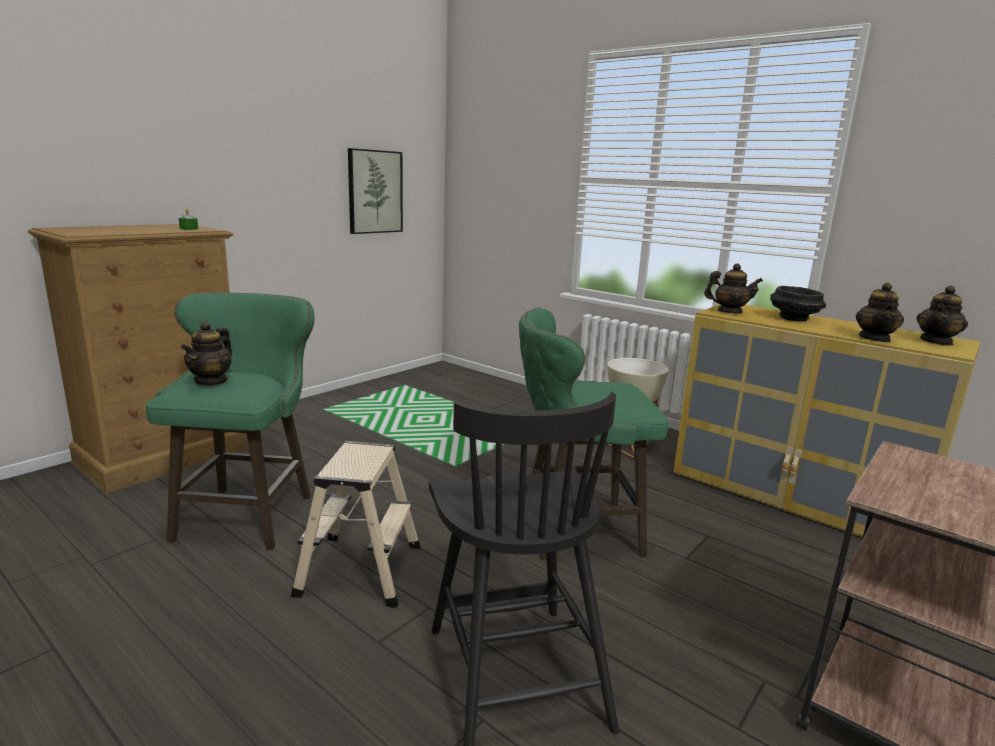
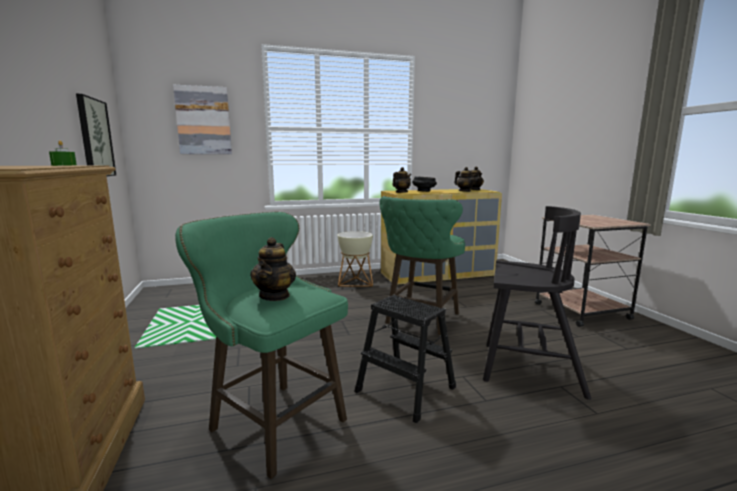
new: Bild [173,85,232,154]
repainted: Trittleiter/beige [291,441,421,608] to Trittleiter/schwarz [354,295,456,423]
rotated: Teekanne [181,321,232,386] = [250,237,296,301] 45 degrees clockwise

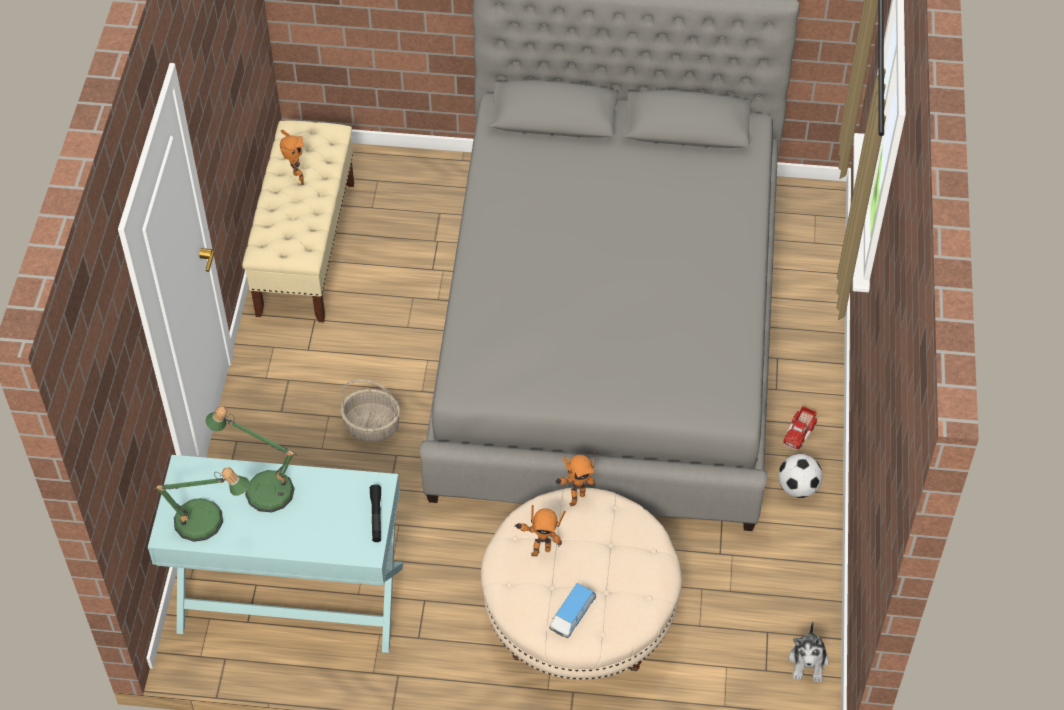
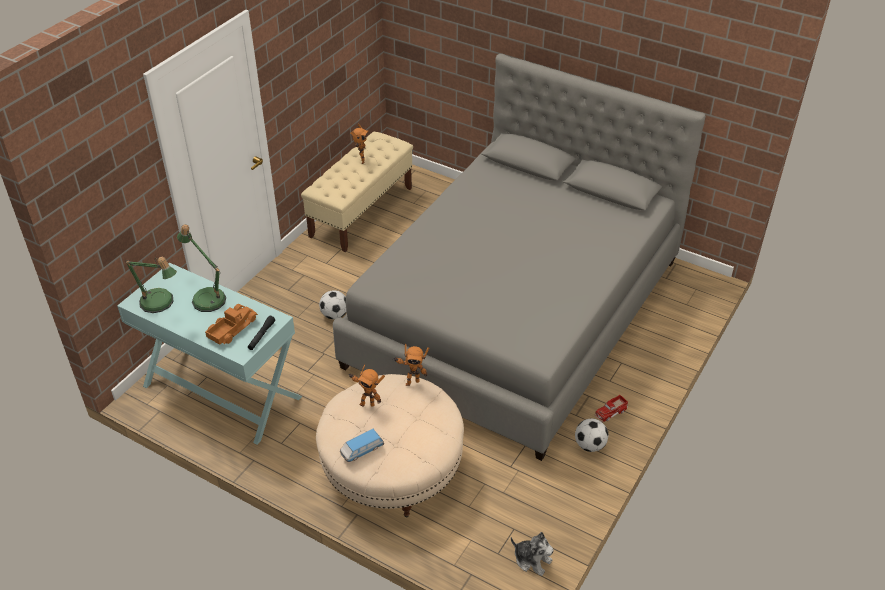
new: Spielzeuglaster [205,304,258,345]
swapped: Korb [340,379,400,442] to Fußball [319,290,347,319]
rotated: Plüschtier [789,622,829,683] = [511,532,554,576] 90 degrees counterclockwise

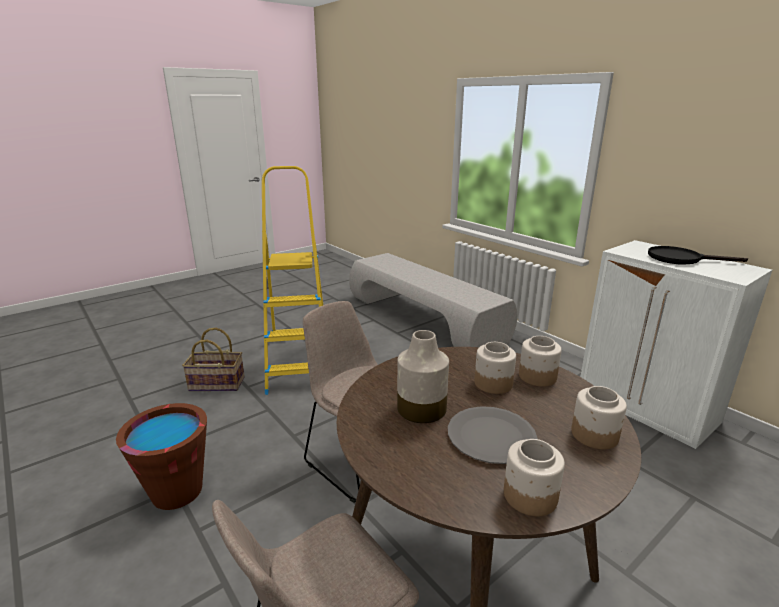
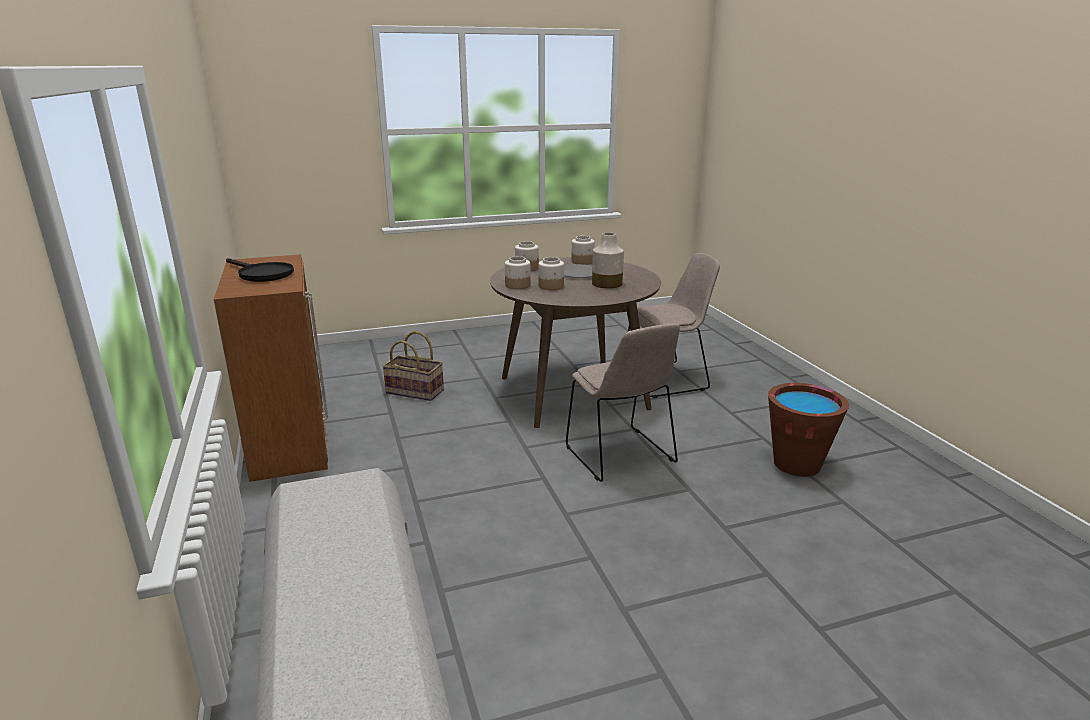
gone: Trittleiter/gelb [262,166,323,395]
shifted: Korb [182,328,245,391] to [382,331,444,401]
repainted: Schrank/weiß [580,240,772,449] to Schrank/braun [213,254,328,482]

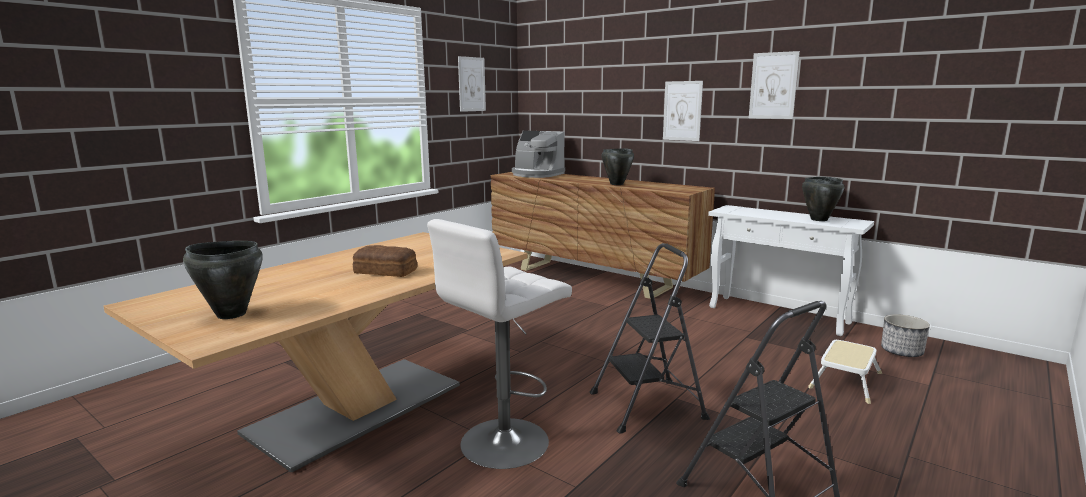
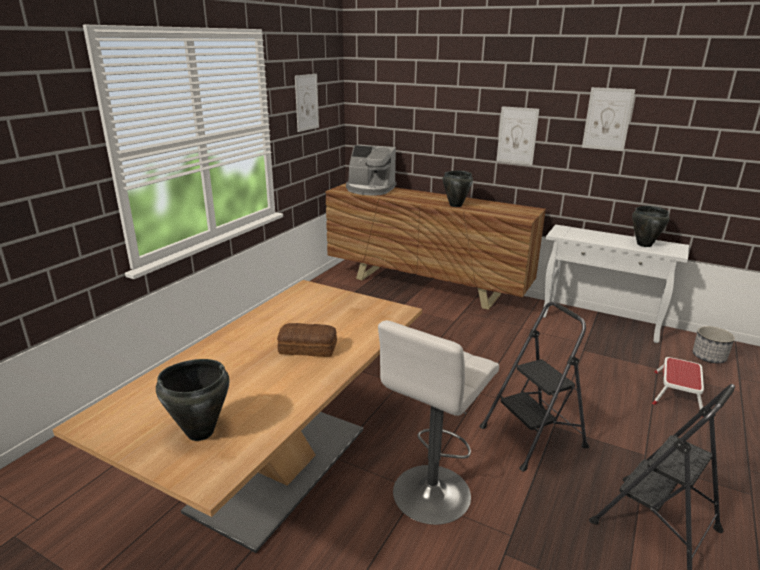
repainted: Trittleiter/beige [808,340,882,404] to Trittleiter/rot [652,357,704,417]

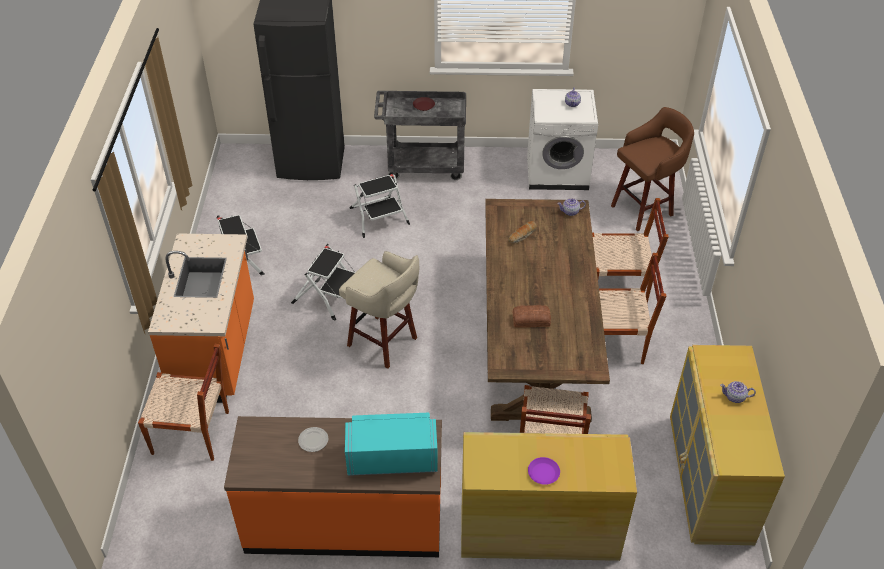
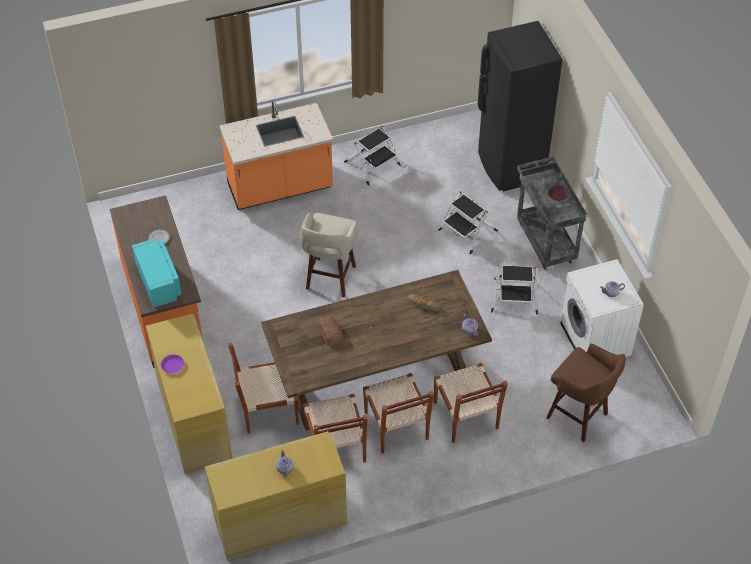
shifted: Trittleiter [291,244,355,321] to [491,265,538,314]; Stuhl [138,344,229,461] to [303,394,368,463]

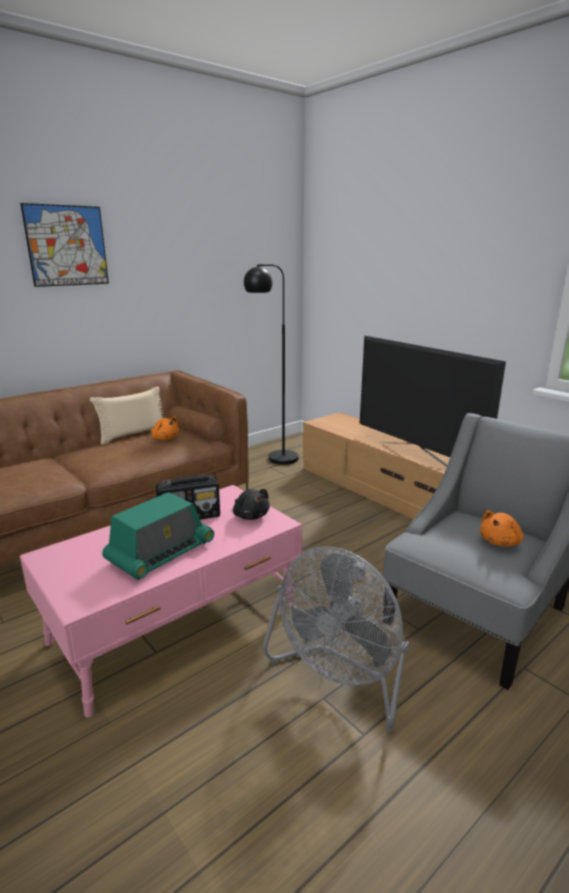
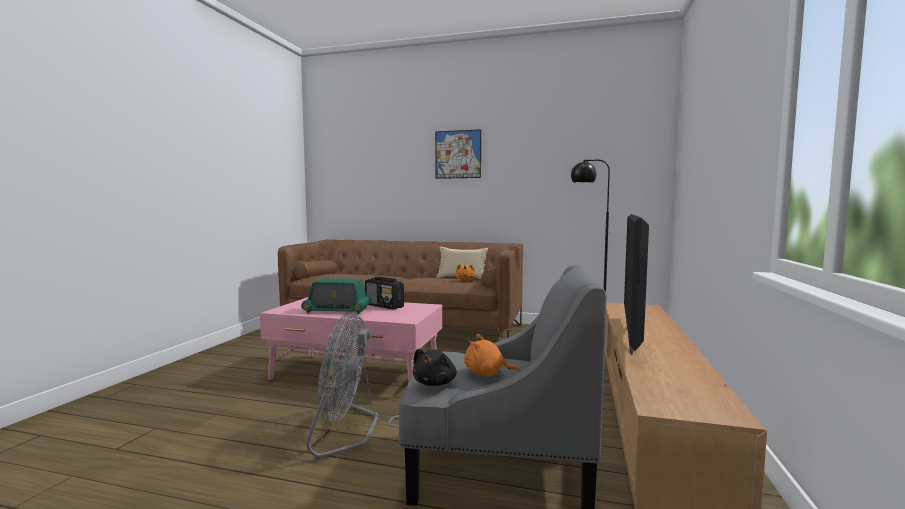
shifted: Plüschtier/schwarz [233,489,270,520] to [412,349,457,386]

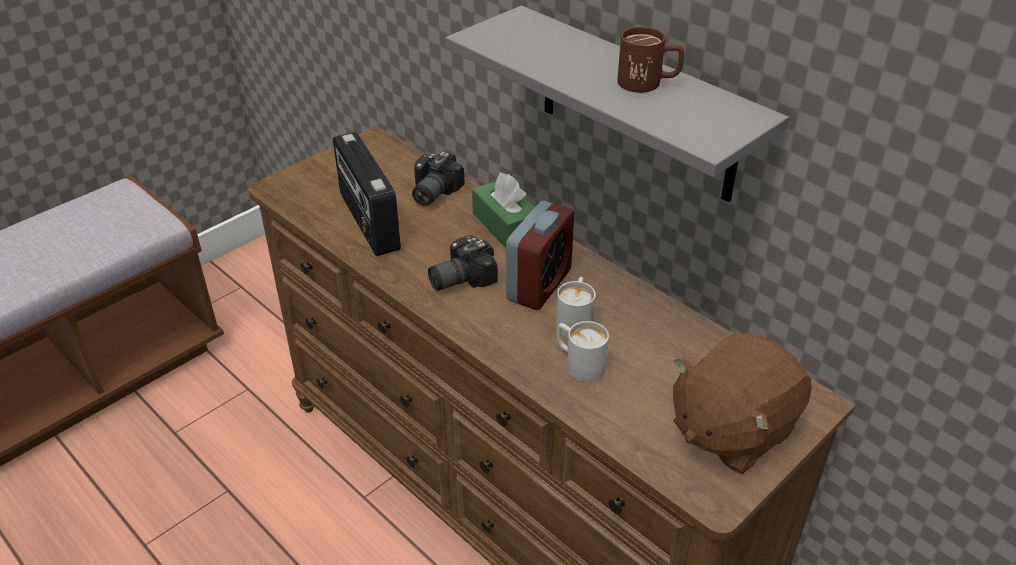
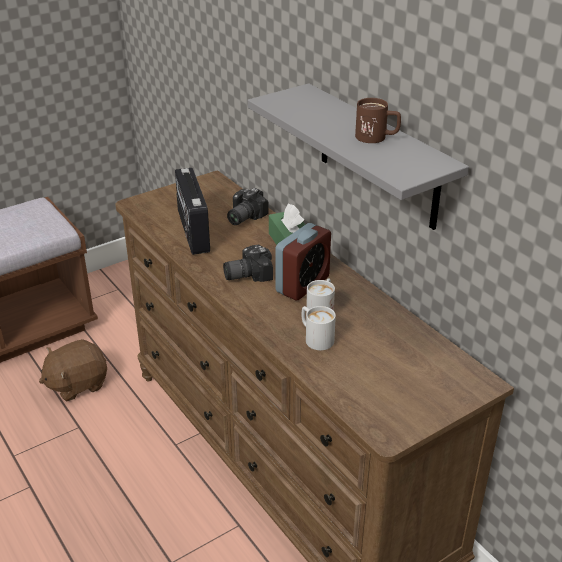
shifted: Plüschtier/braun [673,332,812,474] to [39,339,107,401]

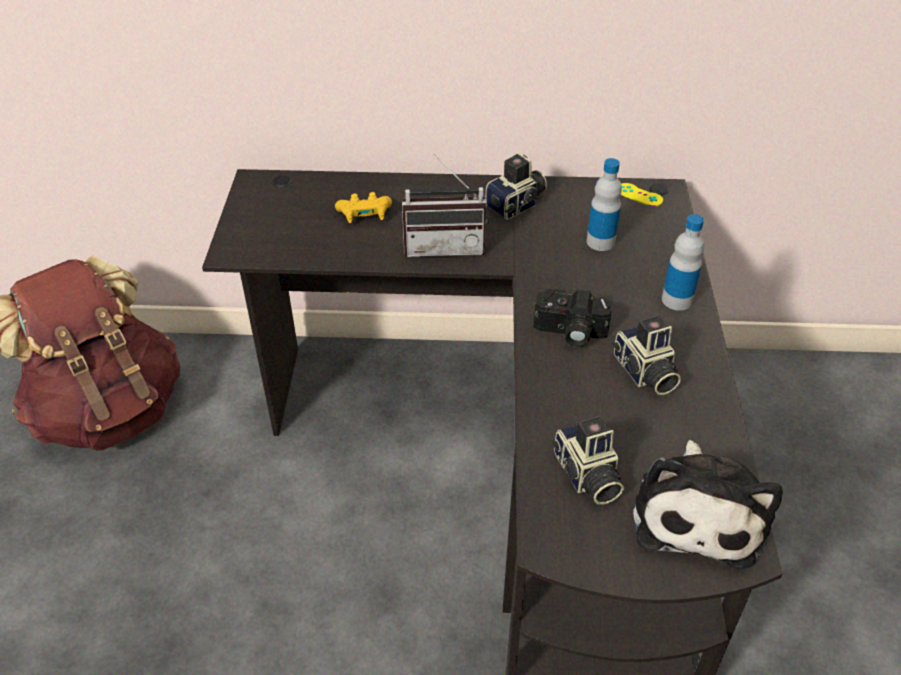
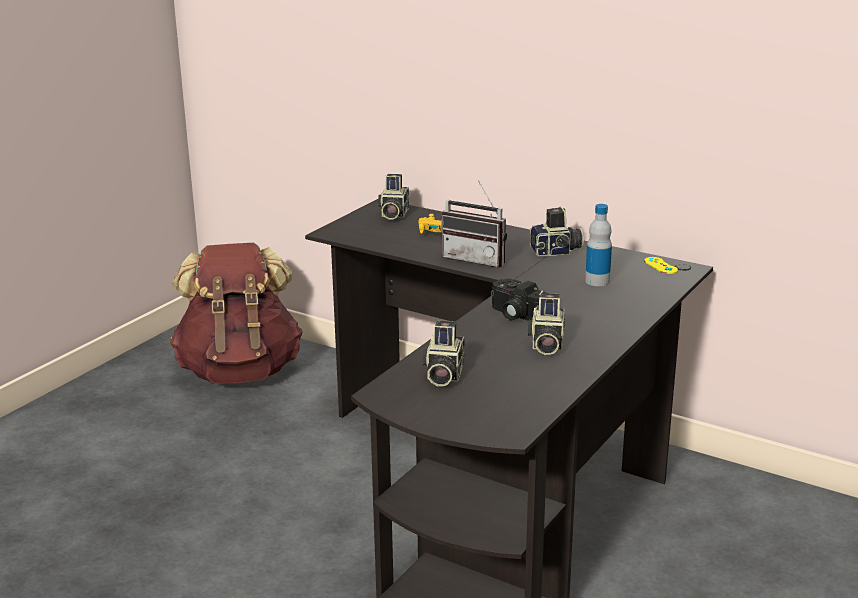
gone: Flasche [662,214,704,311]; Plüschtier [633,440,782,569]
new: Kamera [378,174,409,220]

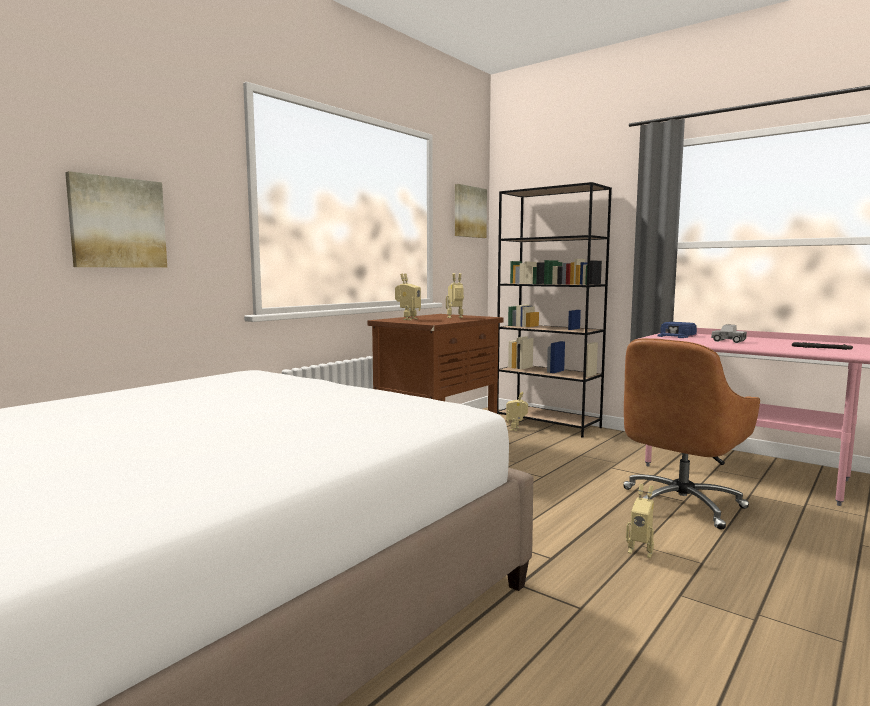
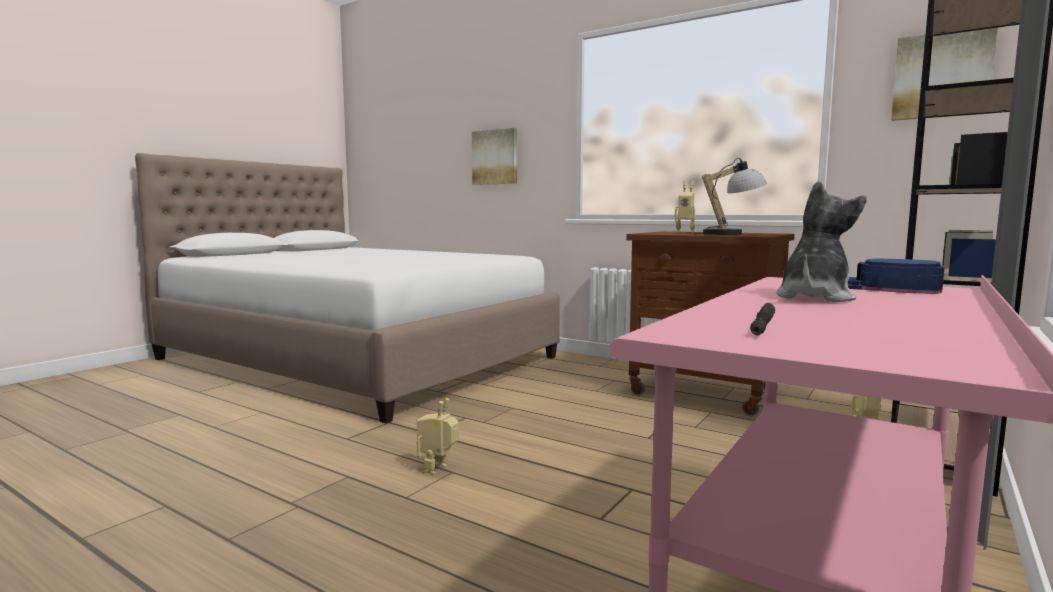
gone: Bürostuhl/braun [623,338,760,529]
swapped: Spielzeugroboter [446,273,464,318] to Tischlampe [695,158,767,235]; Spielzeuglaster [711,324,747,343] to Plüschtier [776,181,867,302]

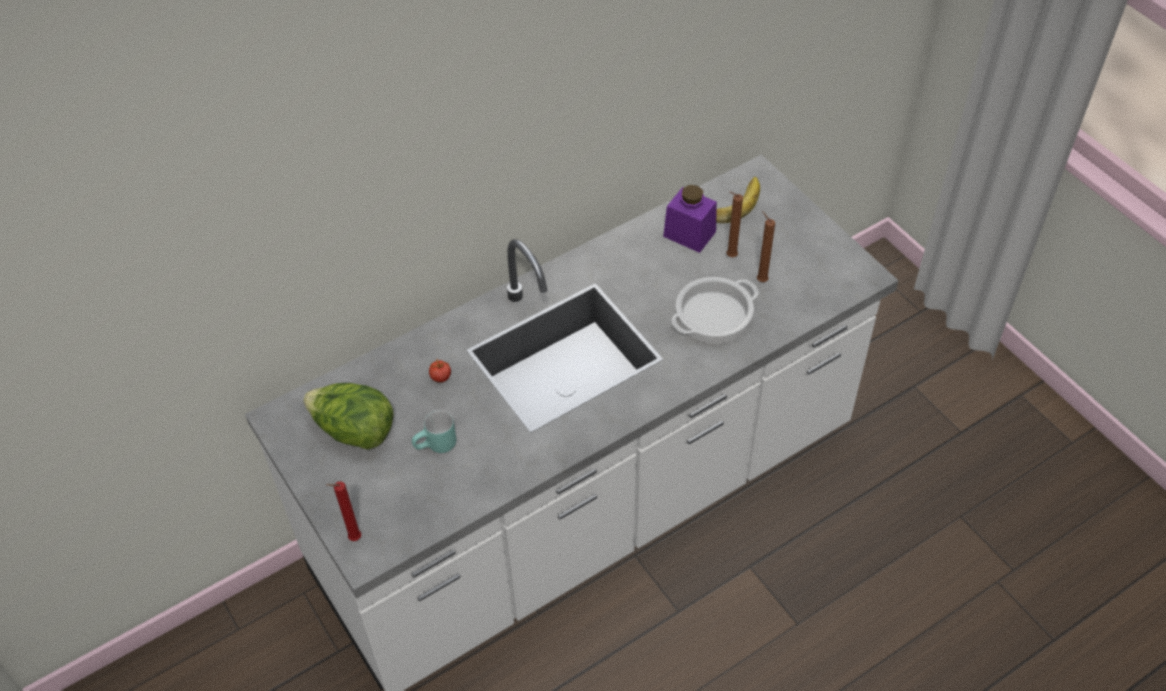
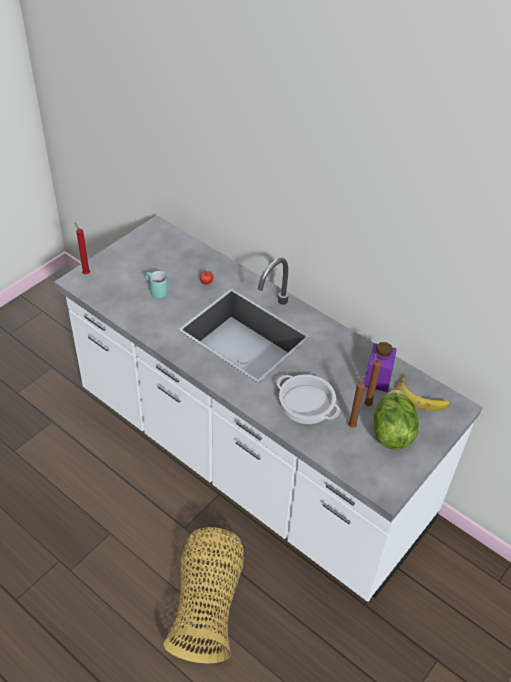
new: Korb [163,527,244,663]
shifted: Salatkopf [303,383,393,450] to [374,389,419,450]

